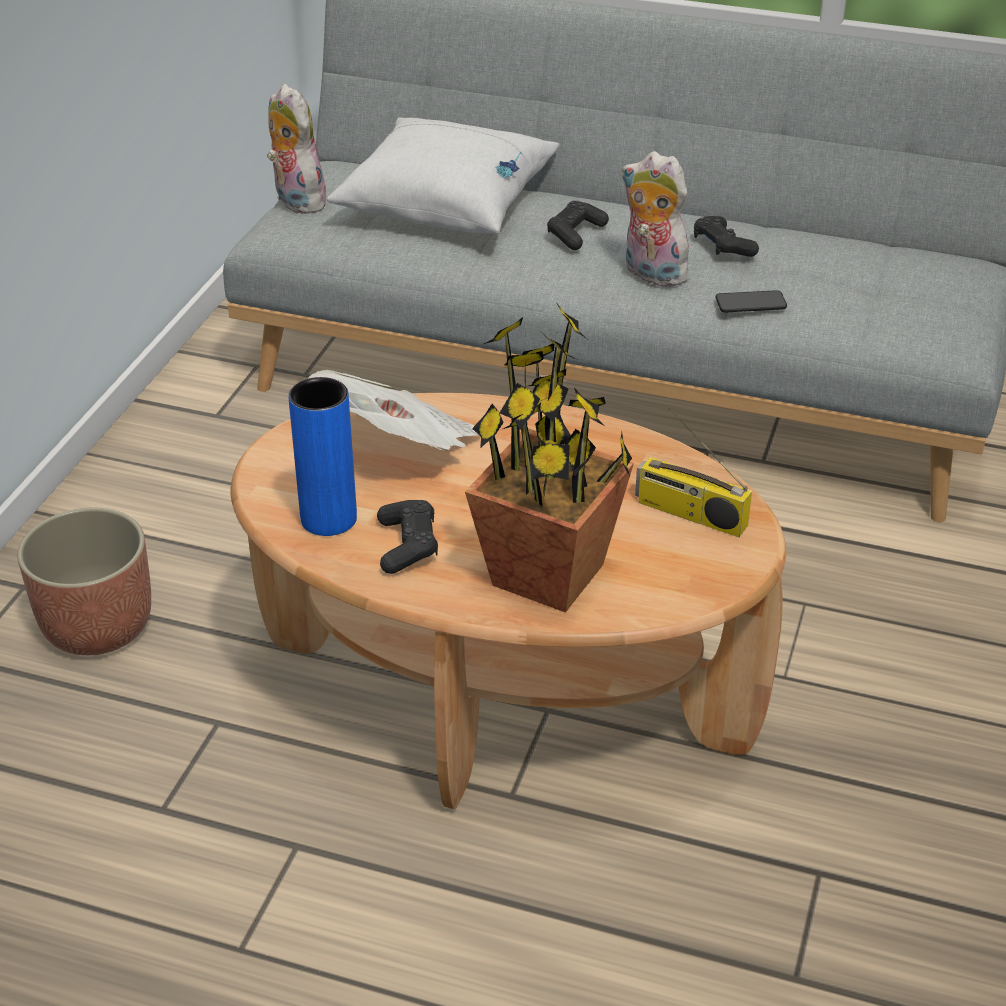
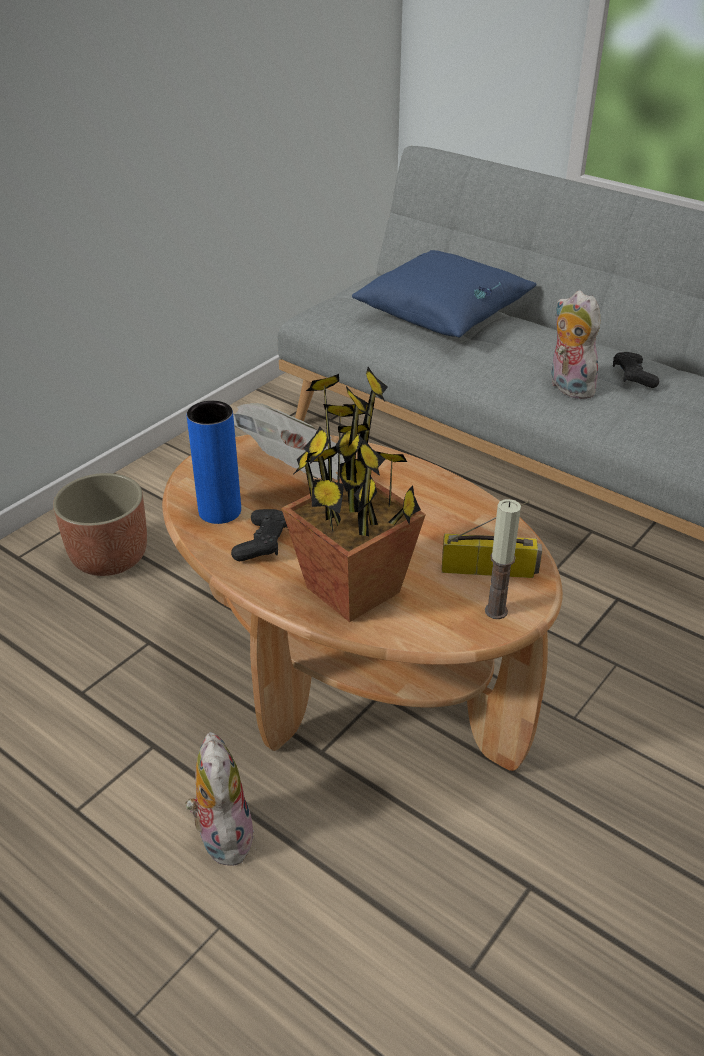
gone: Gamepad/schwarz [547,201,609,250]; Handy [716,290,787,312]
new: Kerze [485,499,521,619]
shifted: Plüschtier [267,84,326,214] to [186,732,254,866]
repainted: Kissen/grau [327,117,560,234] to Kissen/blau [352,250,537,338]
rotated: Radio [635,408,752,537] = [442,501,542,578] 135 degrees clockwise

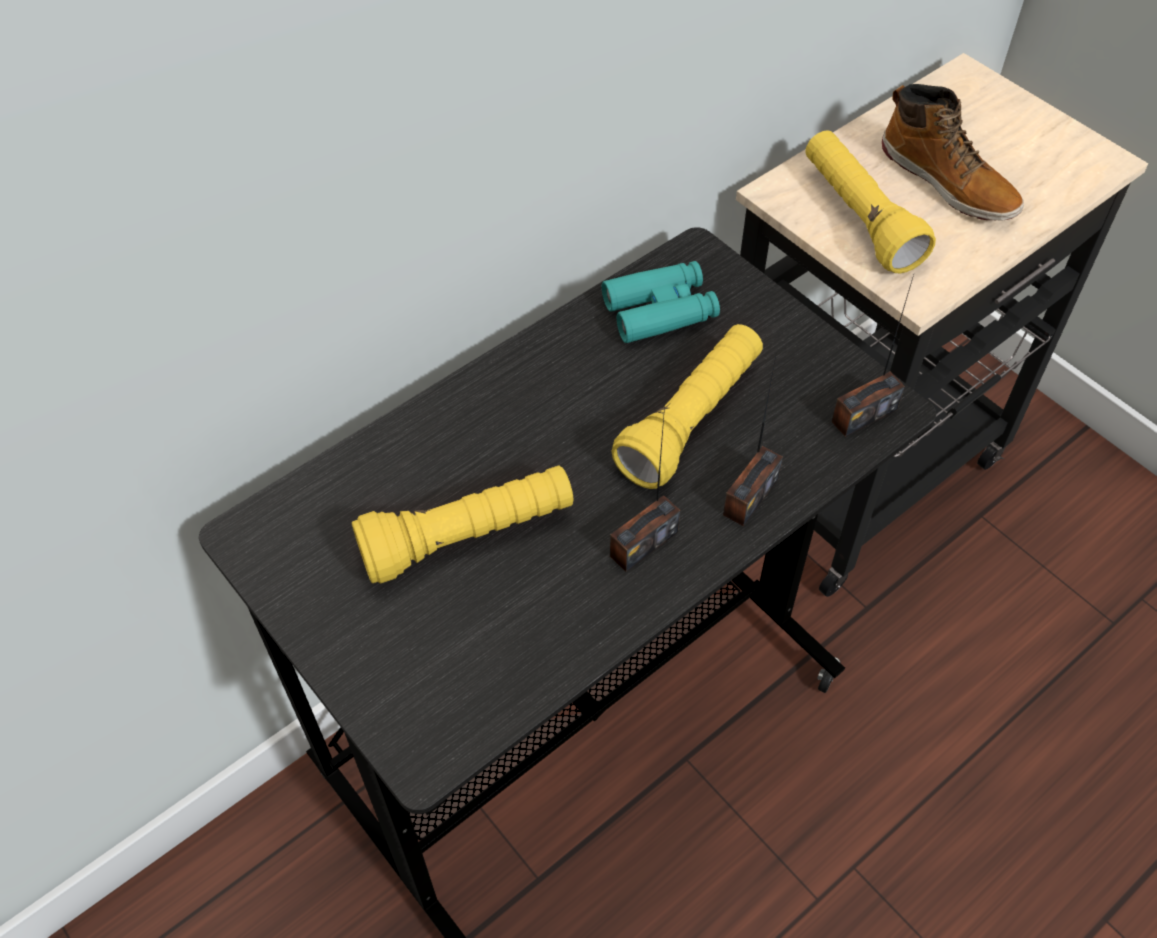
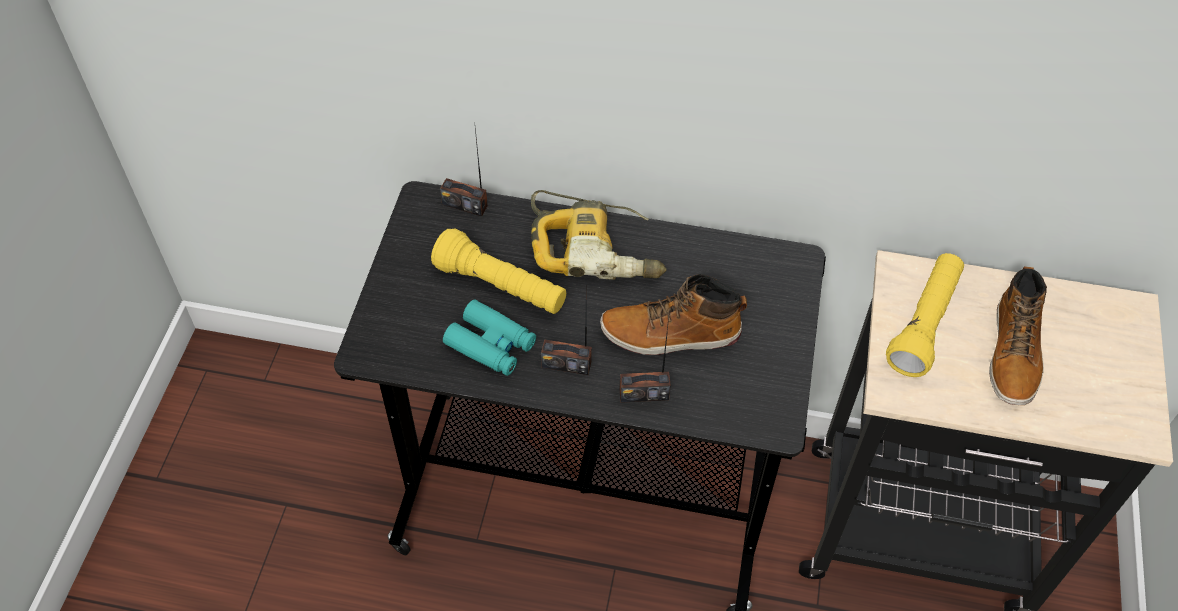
new: Bohrmaschine [531,190,667,280]
shifted: Fernglas/türkis [602,261,720,343] to [443,299,536,376]; Radio [831,274,914,437] to [440,128,488,216]
swapped: Taschenlampe/gelb [611,324,763,489] to Stiefel [600,274,747,355]

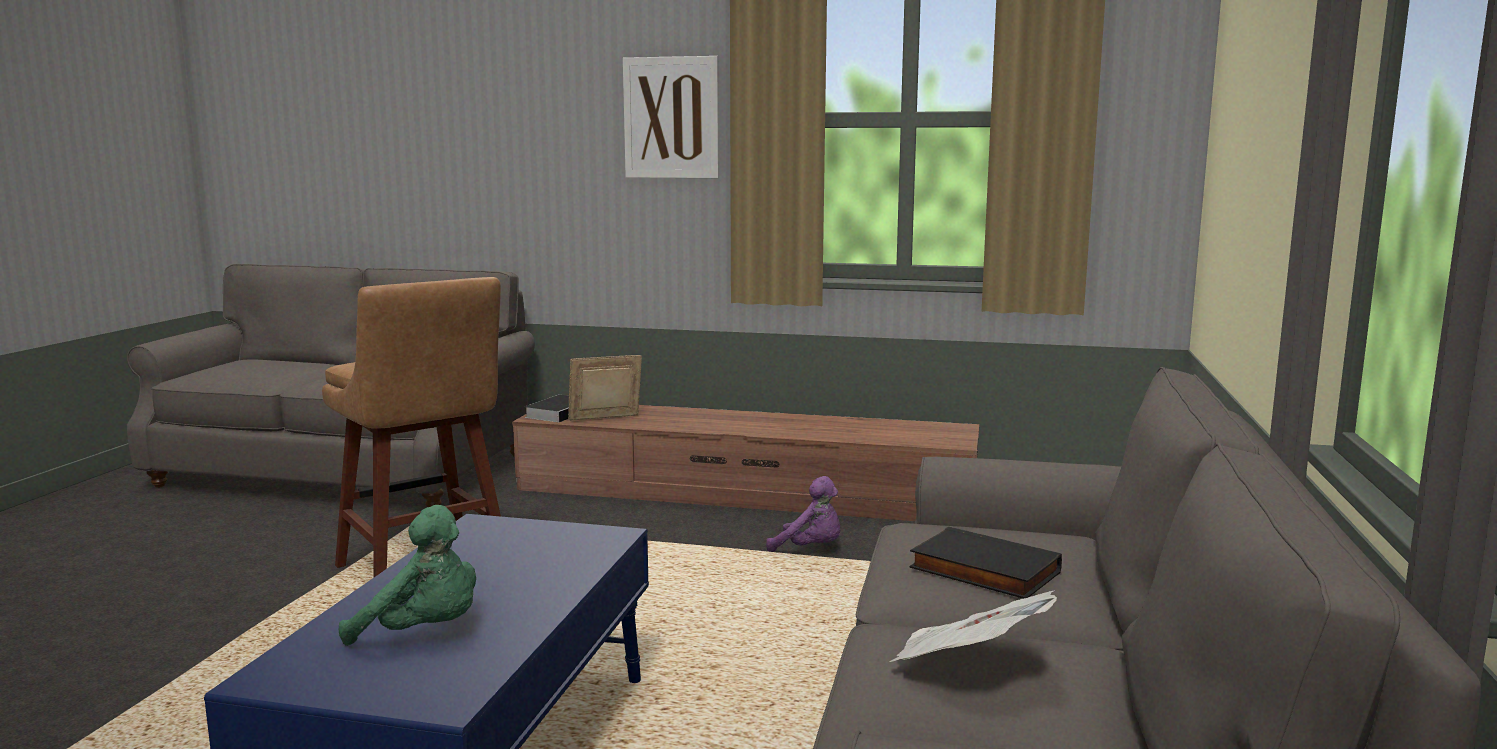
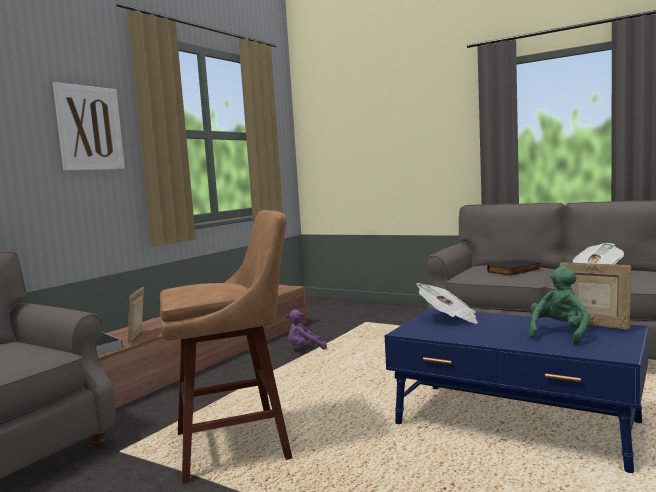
new: Bilderrahmen [560,262,631,329]; Zeitung [416,283,478,324]
rotated: Plüschtier/lila [766,476,840,552] = [286,309,327,349] 150 degrees counterclockwise

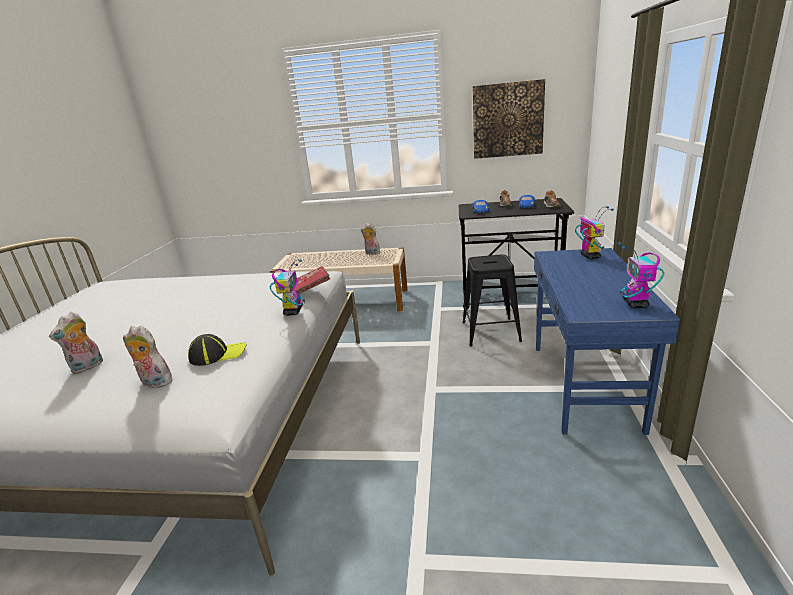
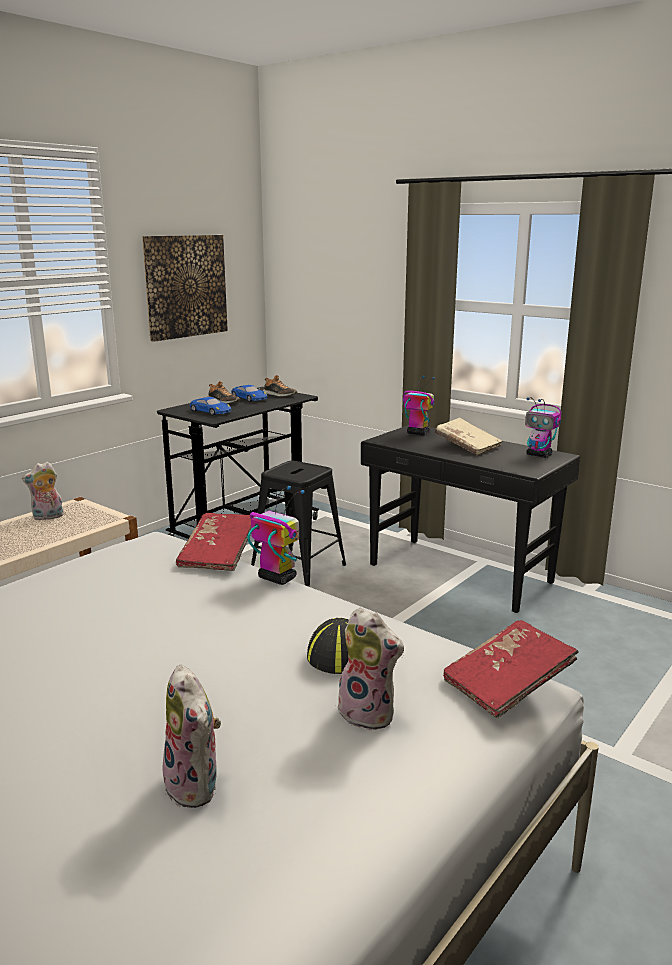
new: Buch/beige [435,417,502,456]; Buch/rot [443,620,579,719]
repainted: Konsolentisch/blau [534,248,680,435] to Konsolentisch/schwarz [361,425,580,613]
rotated: Plüschtier [123,326,175,388] = [338,607,404,731] 105 degrees counterclockwise

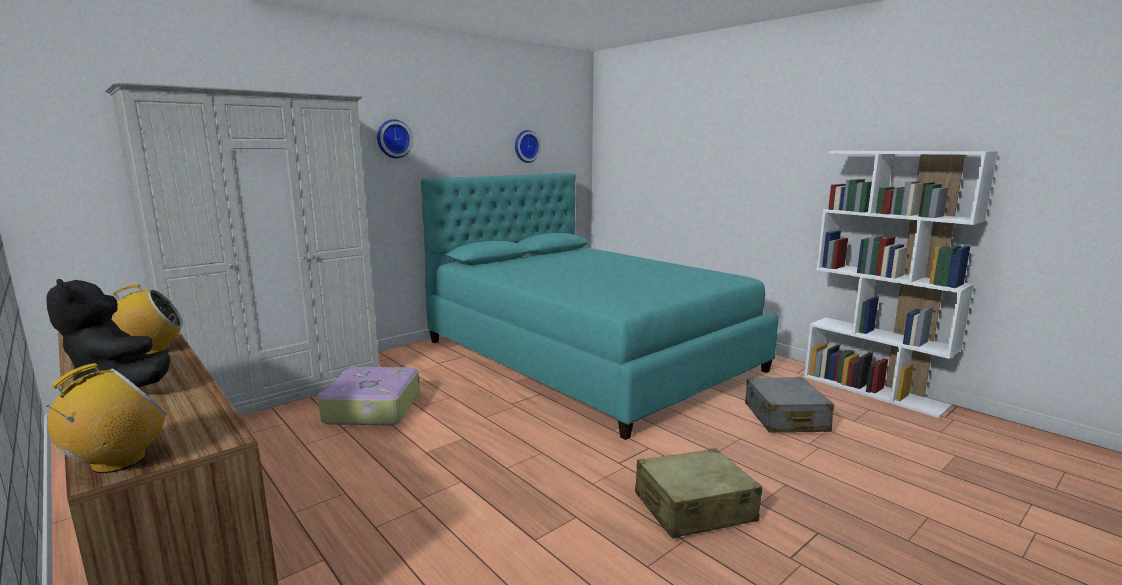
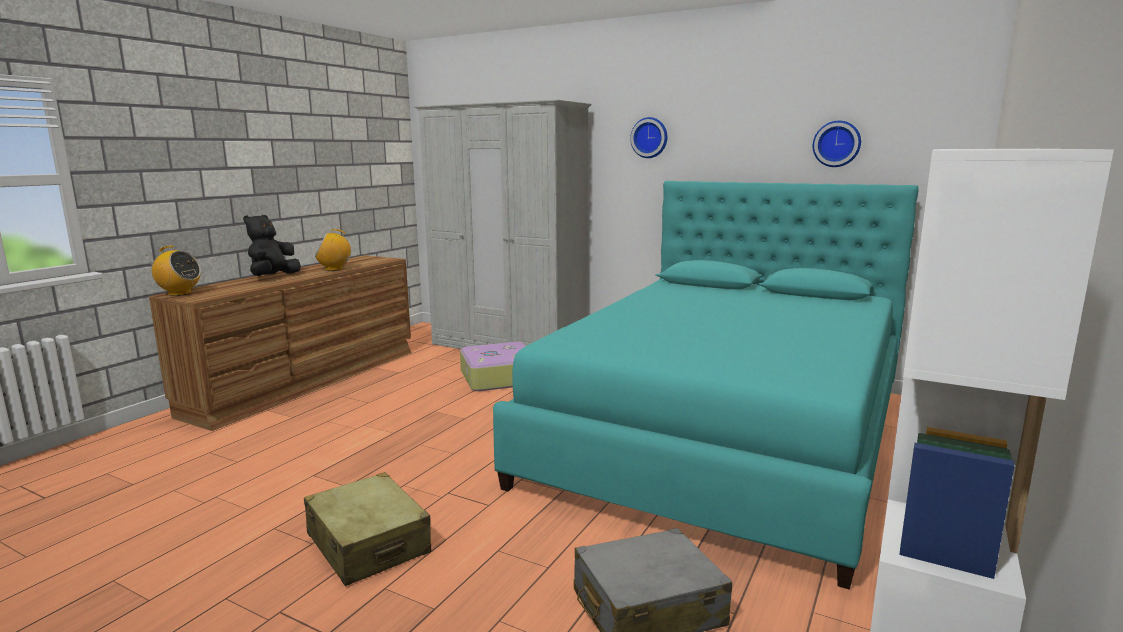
rotated: Radio [112,284,183,355] = [315,229,351,271] 120 degrees clockwise

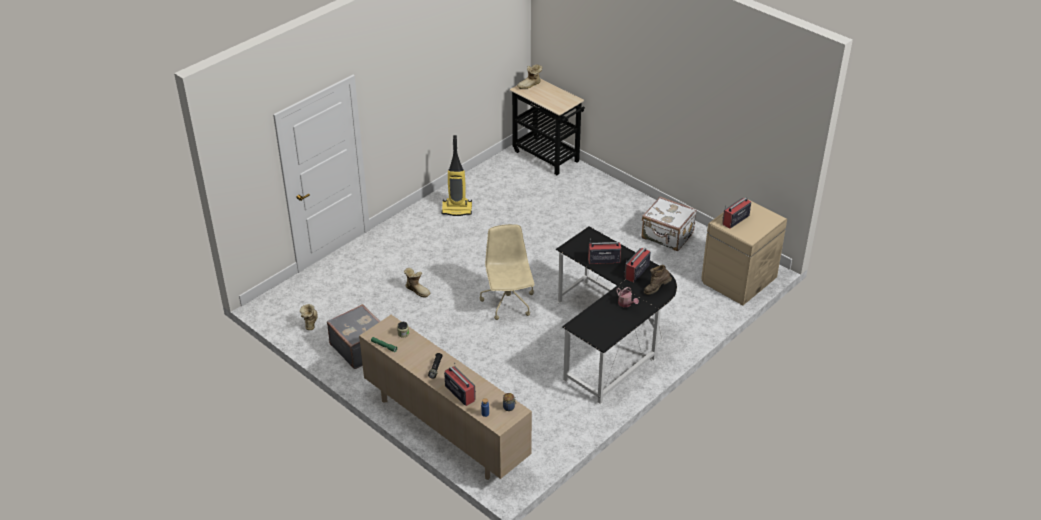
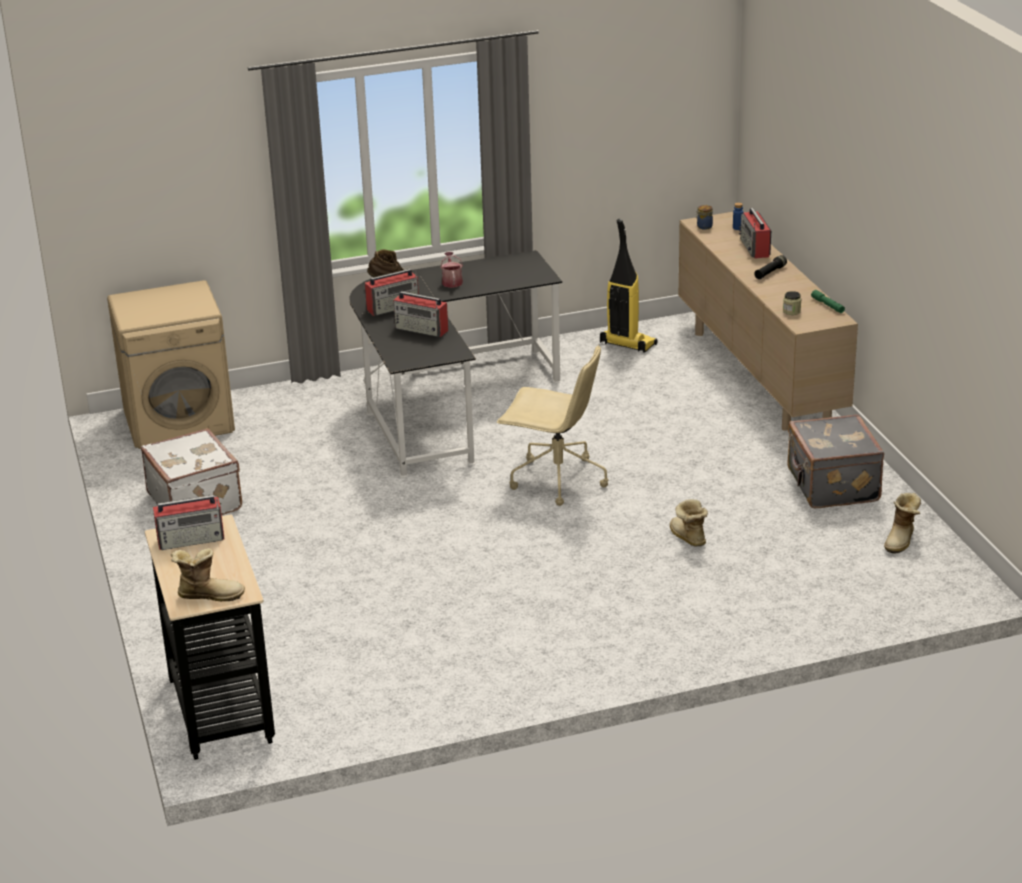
shifted: Staubsauger [441,135,472,216] to [600,219,658,353]; Radio [722,198,751,229] to [153,495,224,550]
rotated: Bürostuhl/beige [479,224,535,320] = [497,345,608,506] 90 degrees counterclockwise

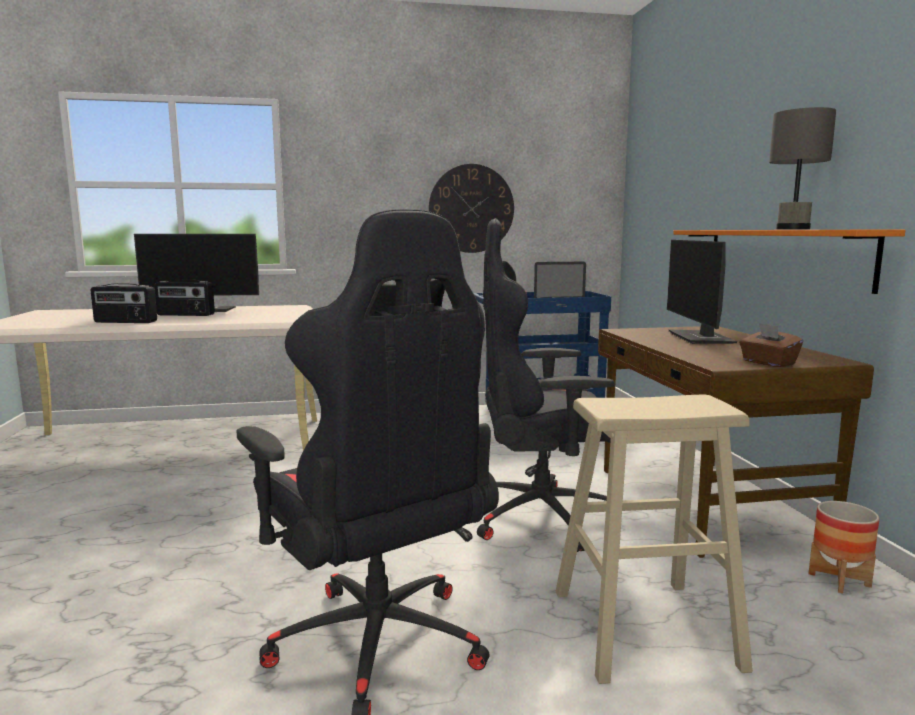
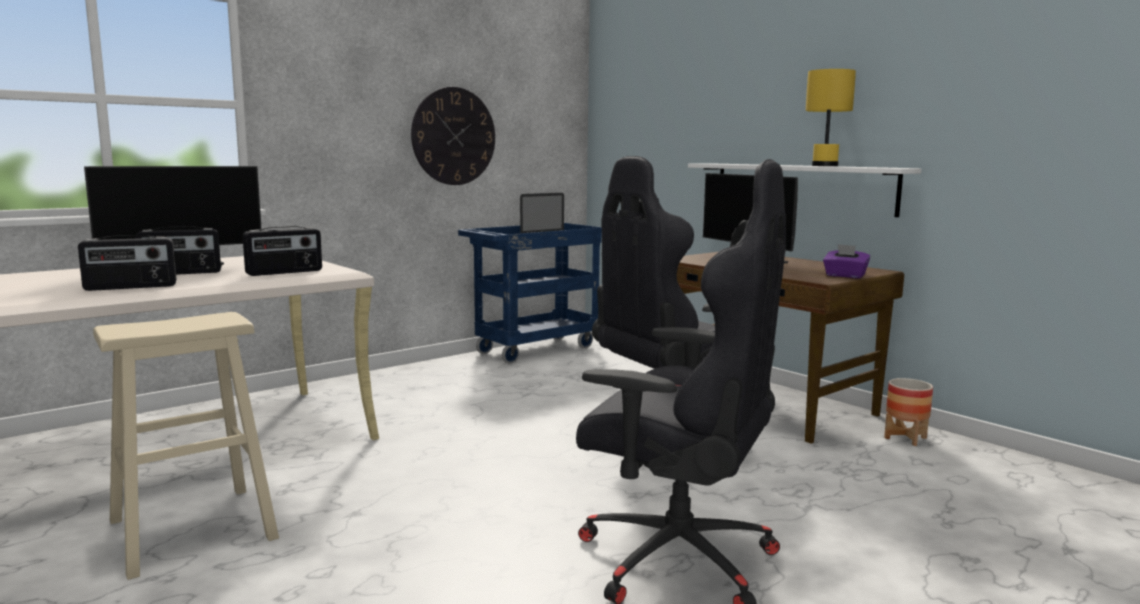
new: Radio [243,226,322,276]
shifted: Hocker/beige [555,394,753,684] to [93,312,279,580]
repainted: Tischlampe/grau [770,107,836,229] to Tischlampe/gelb [806,69,856,166]; Wandregal/orange [673,230,906,294] to Wandregal/weiß [688,163,922,217]; Taschentuchbox/braun [739,323,803,367] to Taschentuchbox/lila [823,244,870,278]

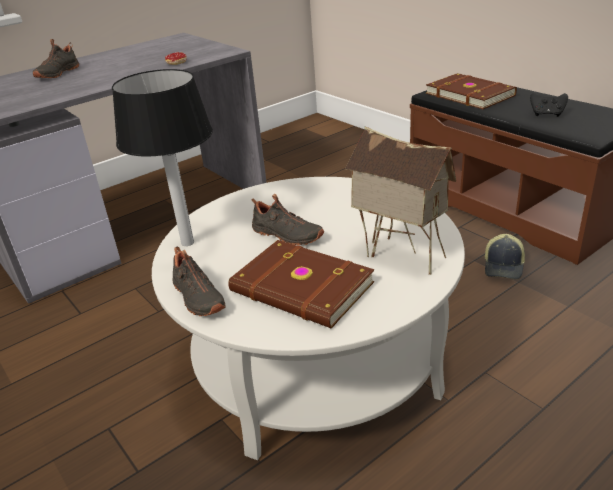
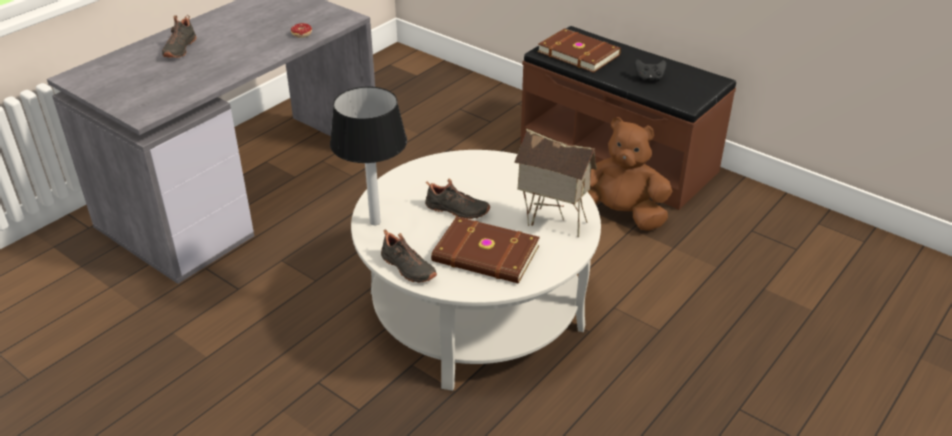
swapped: Kappe [485,234,525,279] to Plüschtier/braun [588,117,672,231]

